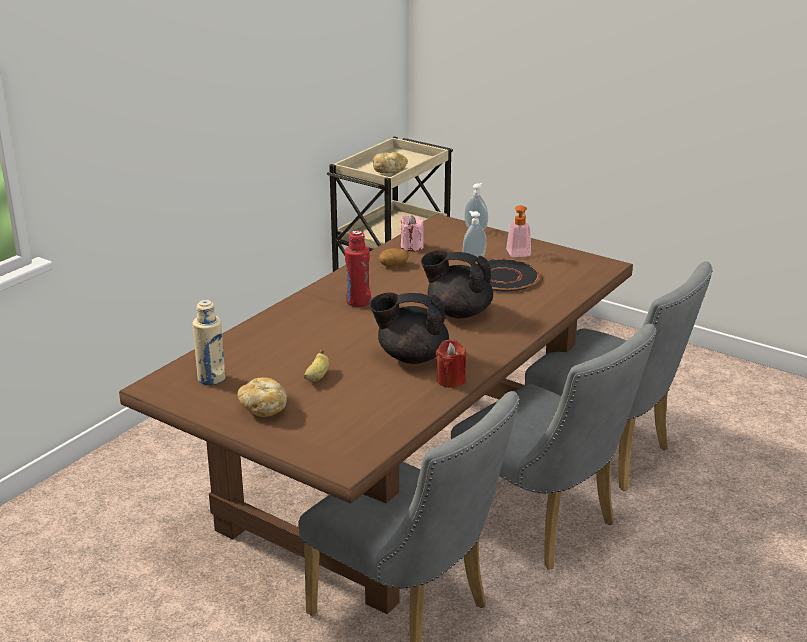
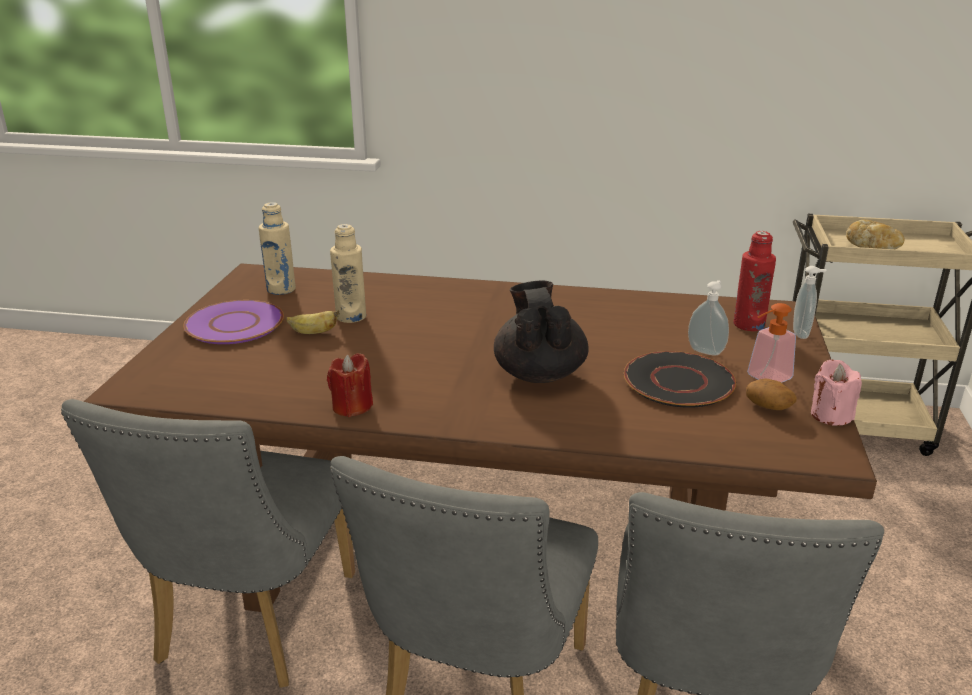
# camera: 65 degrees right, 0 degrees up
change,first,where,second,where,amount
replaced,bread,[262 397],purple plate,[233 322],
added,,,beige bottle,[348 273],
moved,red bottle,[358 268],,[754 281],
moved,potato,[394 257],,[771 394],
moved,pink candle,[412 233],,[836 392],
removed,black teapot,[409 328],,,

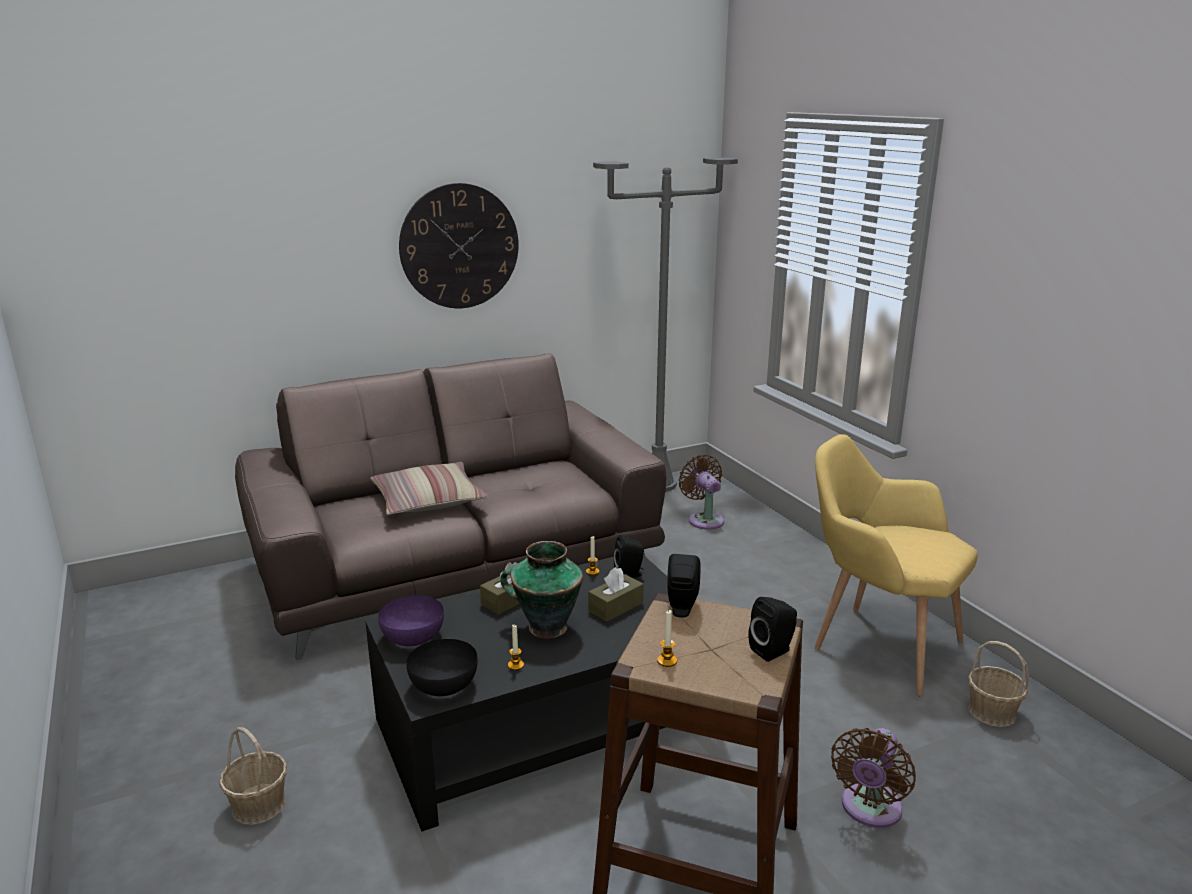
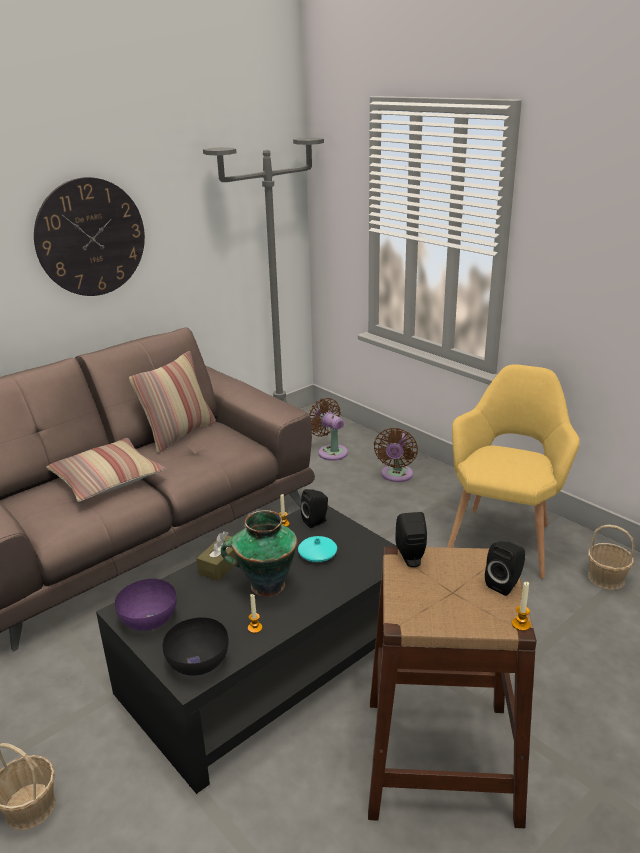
# camera: 15 degrees left, 5 degrees up
change,first,where,second,where,amount
added,,,pillow,[172 402],
replaced,brown tissue box,[616 594],turquoise vase,[317 549],
moved,brown fan,[873 778],,[396 455],
turned,yellow armchair,[896 565],,[513 471],90 degrees clockwise
moved,candle,[667 638],,[521 606],

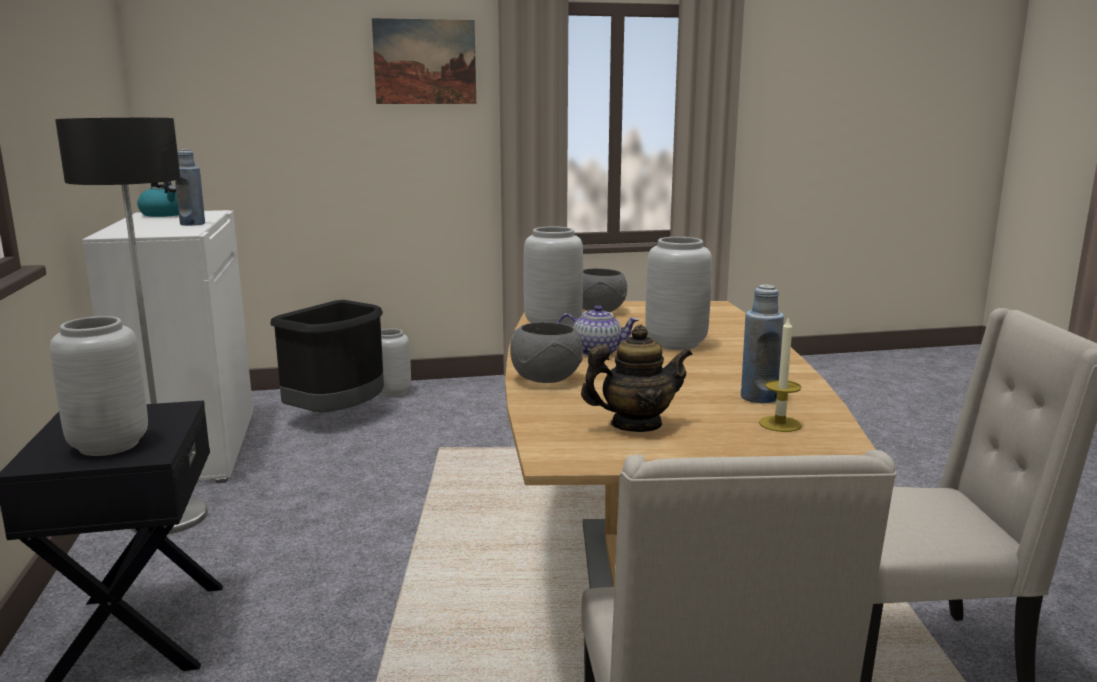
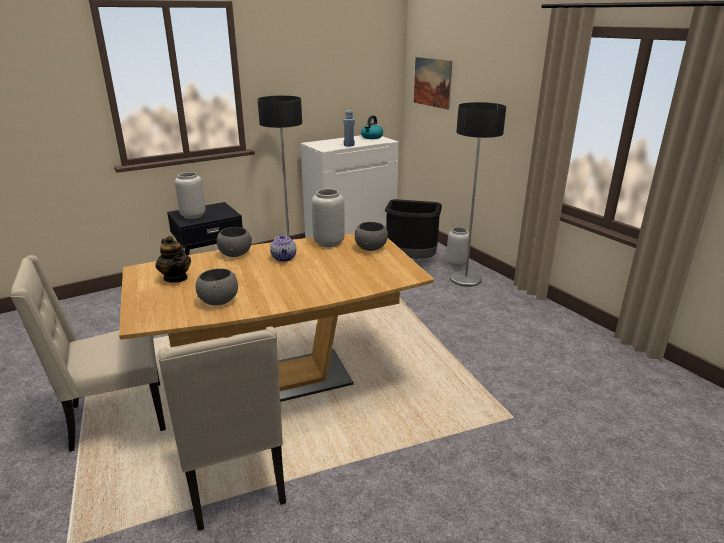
# camera: 70 degrees right, 10 degrees up
change,first,where,second,where,amount
replaced,blue bottle,[762 344],grey bowl,[216 286],
moved,picture,[424 61],,[433 83],
added,,,floor lamp,[478 194],
removed,grey vase,[678 293],,,
removed,candle,[780 374],,,

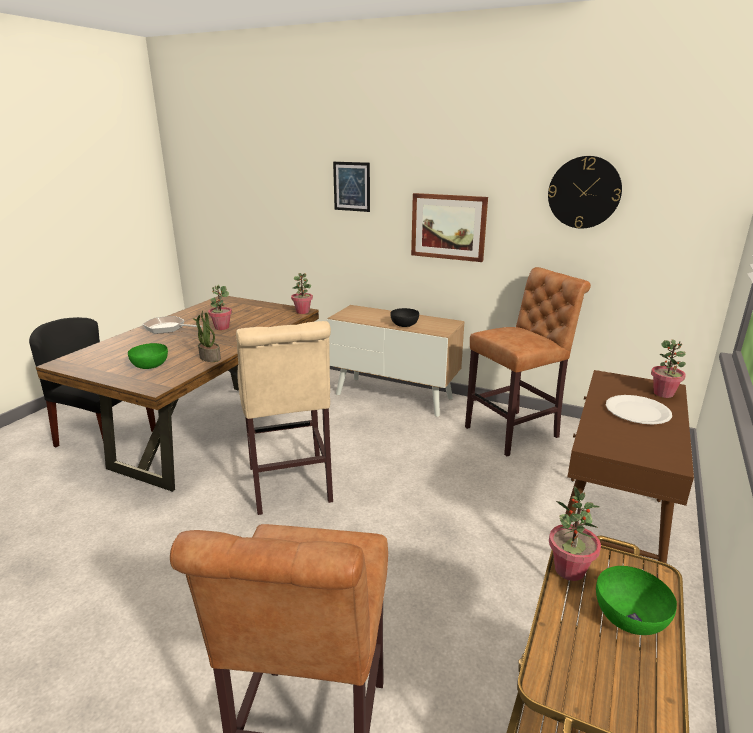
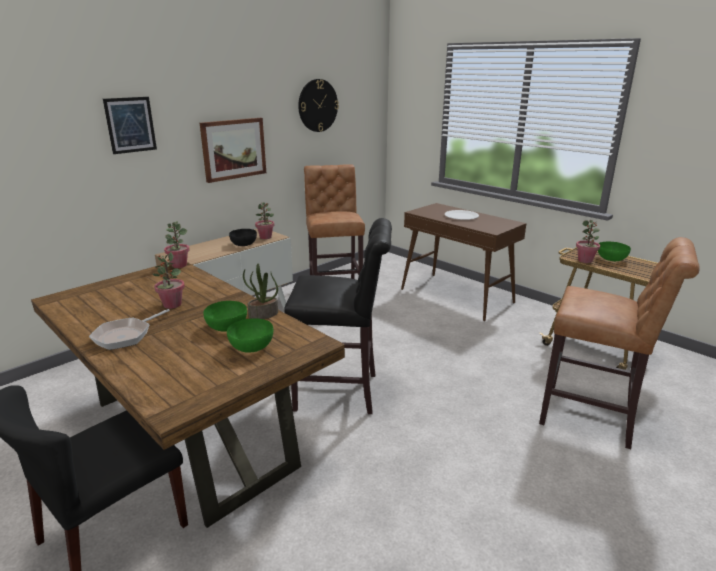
# camera: 70 degrees left, 0 degrees up
change,first,where,second,where,amount
added,,,green bowl,[225 316],
moved,potted plant,[668 368],,[264 220],
recoloured,beige stool,[284 418],black stool,[338 316],

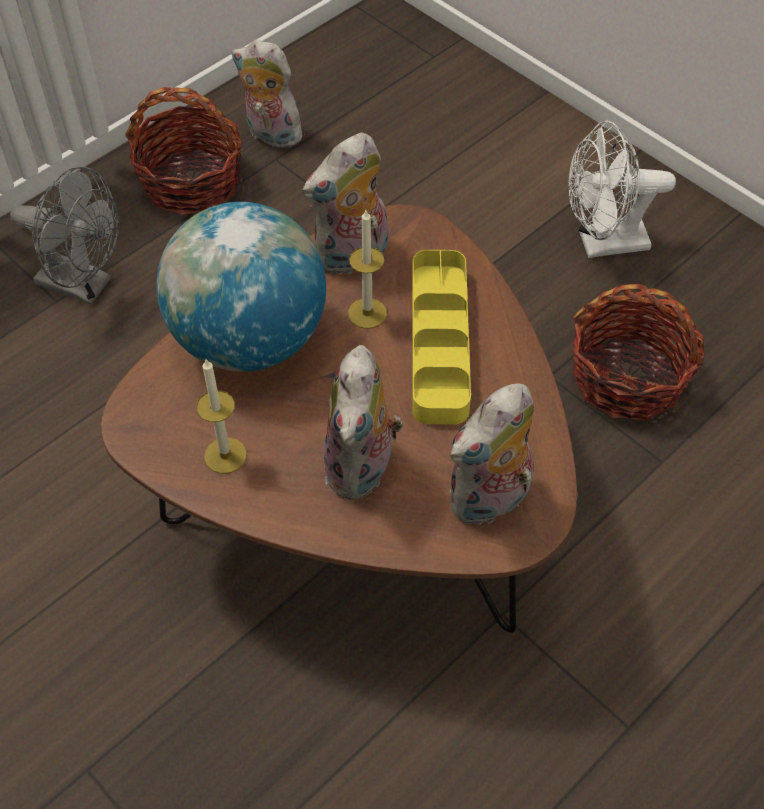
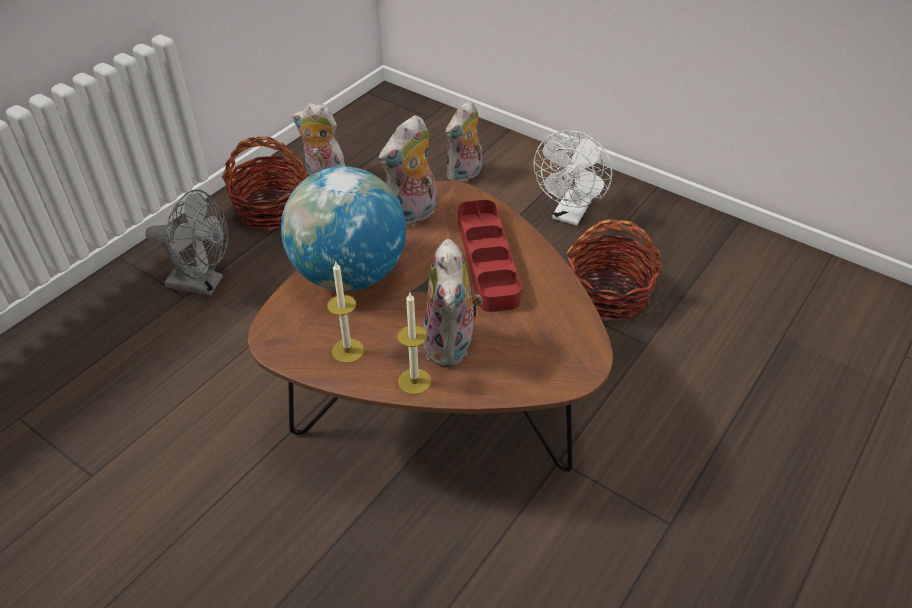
# camera: 10 degrees left, 10 degrees down
change,first,where,second,where,amount
moved,candle,[367 269],,[414 344],
moved,plush toy,[491 454],,[463 141],
recoloured,yellow tray,[441 337],red tray,[490 256],
turned,white fan,[622 189],,[573 178],45 degrees counterclockwise

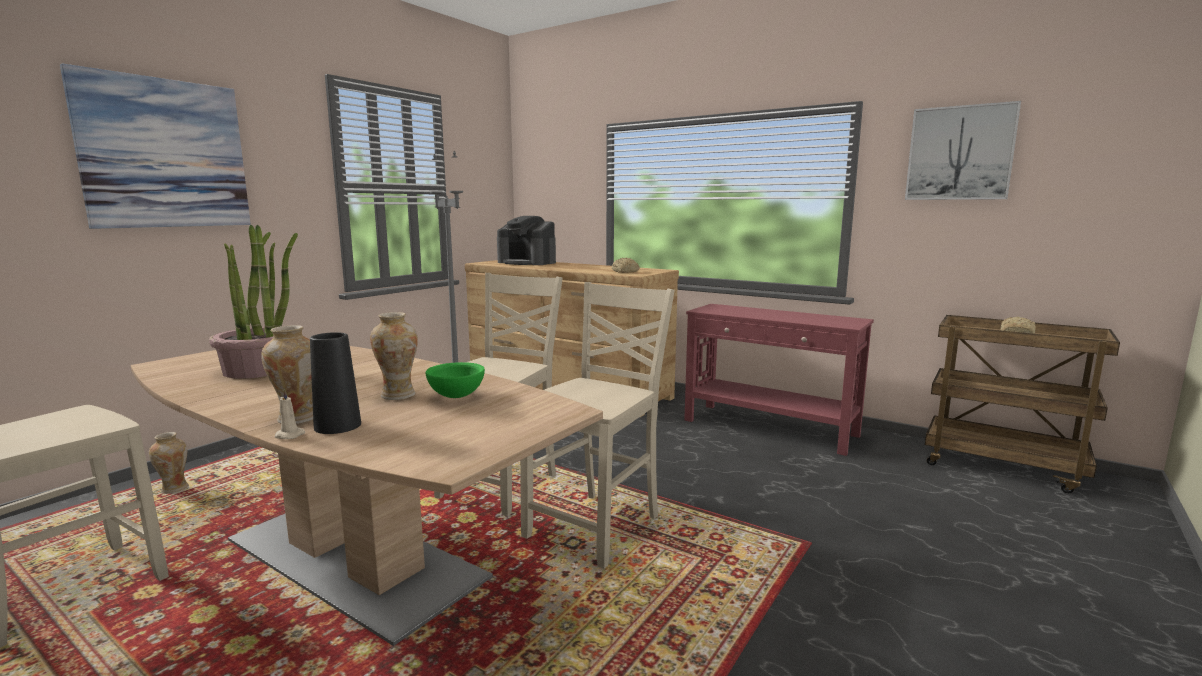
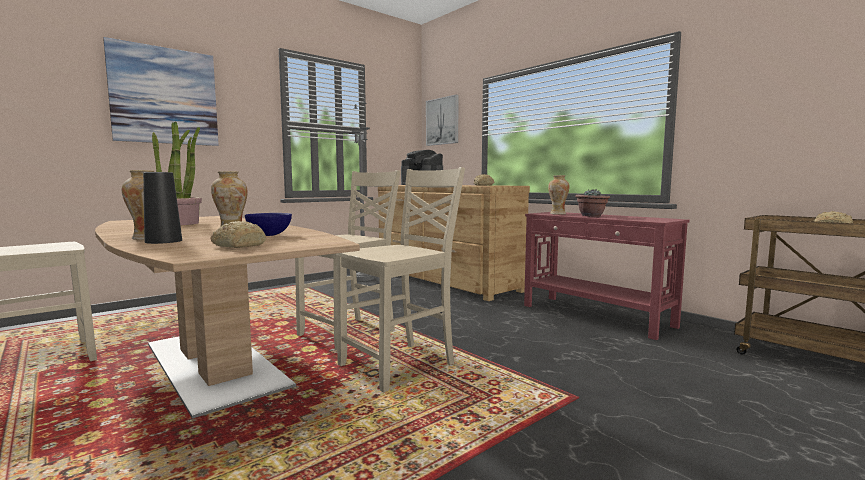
# camera: 15 degrees right, 5 degrees down
change,first,where,second,where,amount
added,,,bread,[238 234],
recoloured,green bowl,[455 380],blue bowl,[268 224],
moved,picture,[963 150],,[442 120],
moved,vase,[169 463],,[559 195],
added,,,potted plant,[592 203],
removed,beige candle,[290 413],,,

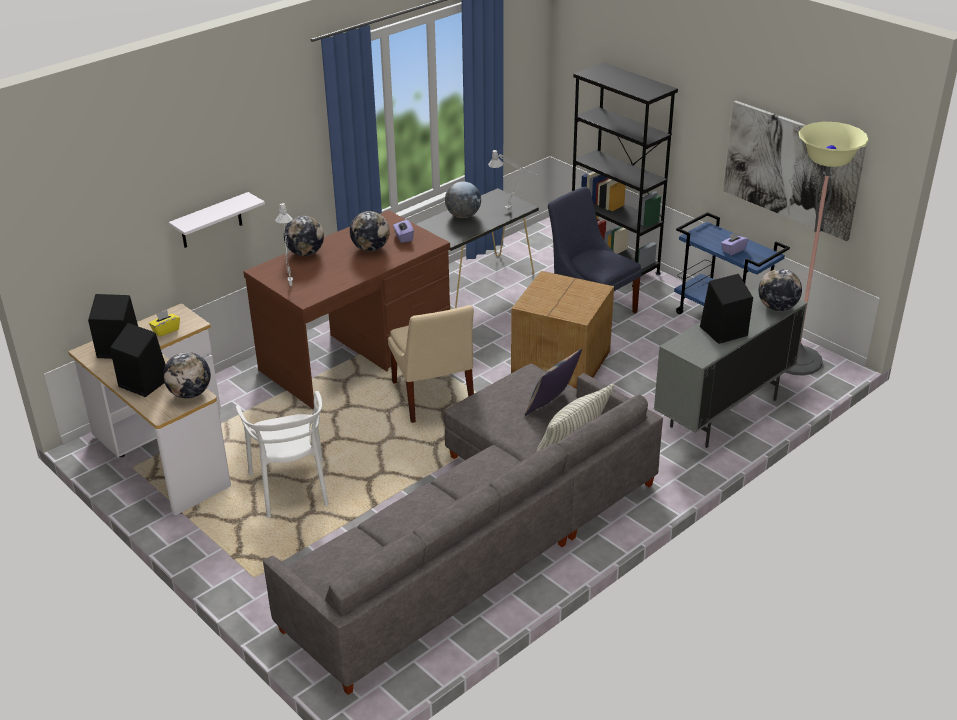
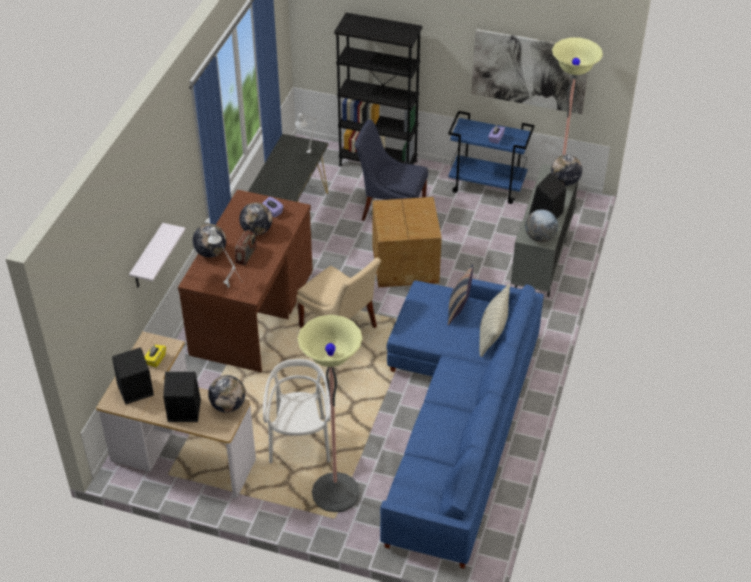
# camera: 30 degrees left, 10 degrees up
change,first,where,second,where,amount
added,,,radio,[246 247],
turned,white chair,[282 454],,[297 411],135 degrees counterclockwise
added,,,floor lamp,[330 413],
recoloured,grey sofa,[463 529],blue sofa,[462 424],
moved,globe,[463 200],,[541 225],

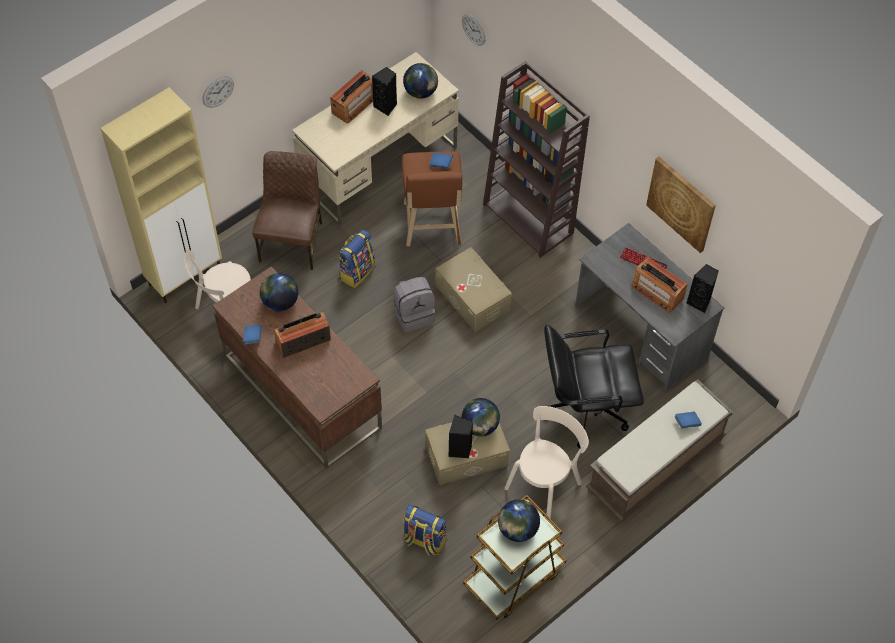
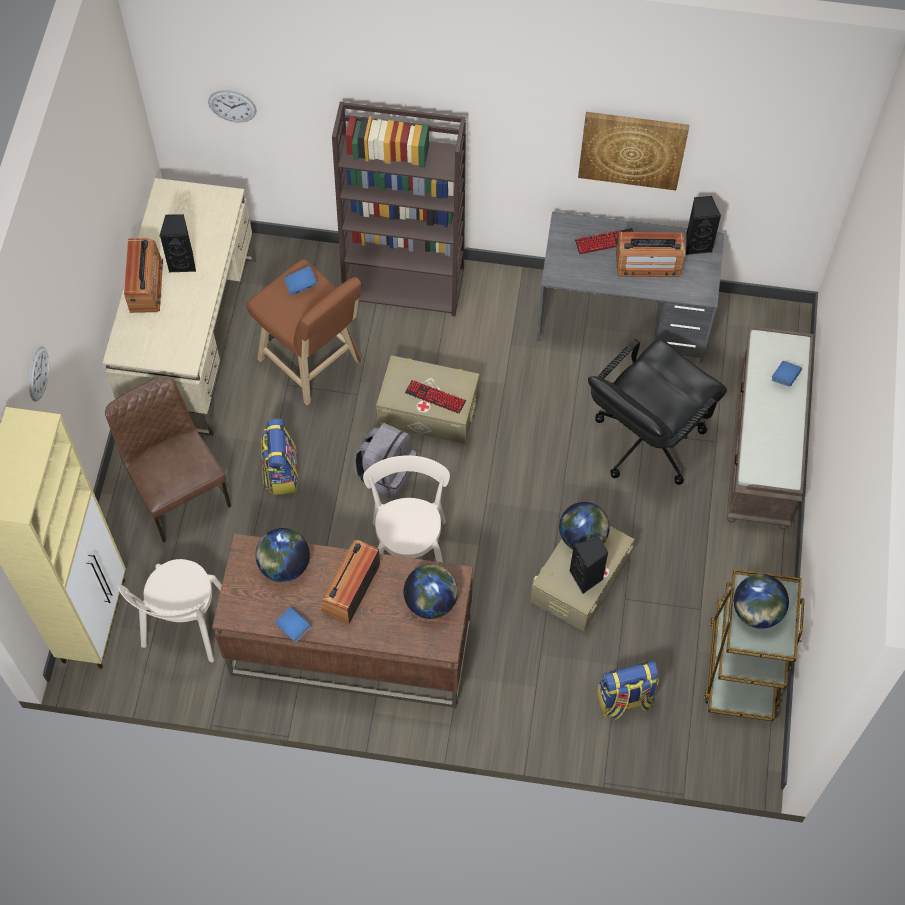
# camera: 40 degrees left, 5 degrees up
change,first,where,second,where,amount
moved,beige chair,[547 463],,[406 508],
moved,globe,[420 81],,[430 591],
added,,,keyboard,[435 397],

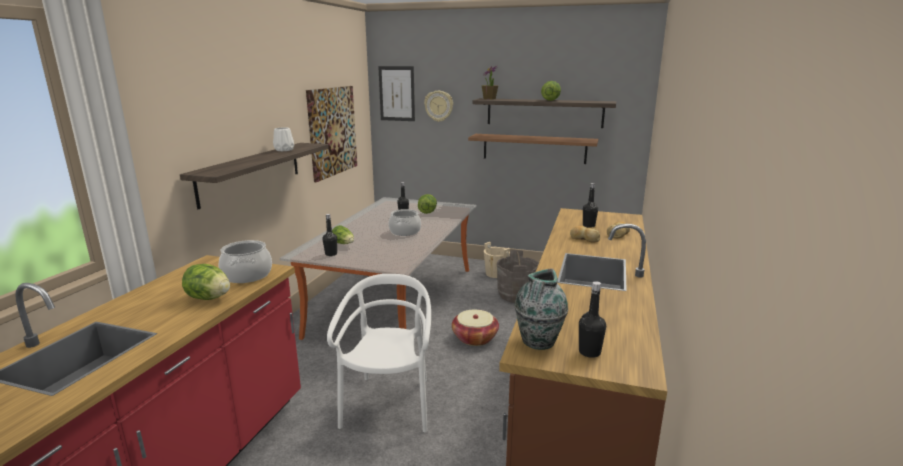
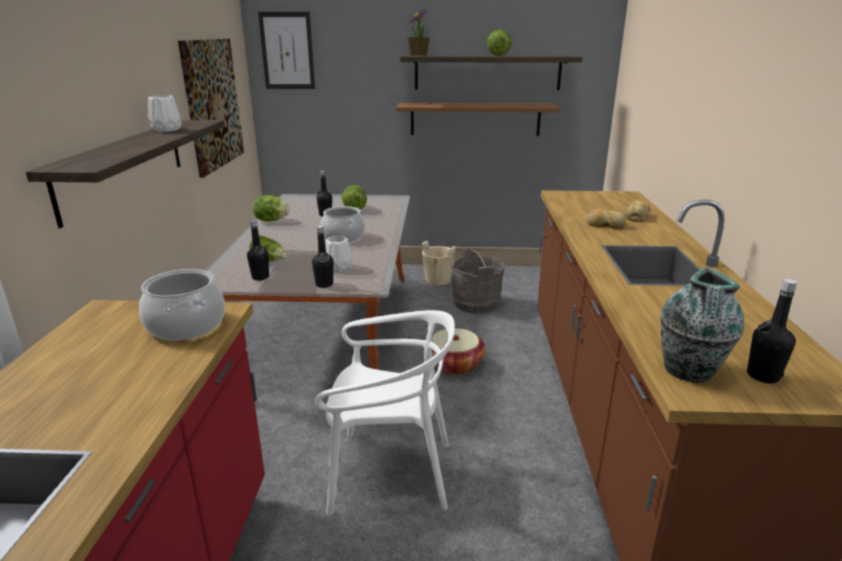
# camera: 15 degrees left, 5 degrees up
change,first,where,second,where,amount
moved,lettuce,[206 282],,[271 208],
moved,black bottle,[590 205],,[323 257],
turned,white chair,[379 353],,[385 412],105 degrees clockwise
added,,,white vase,[339 254],
removed,wall clock,[438 106],,,

